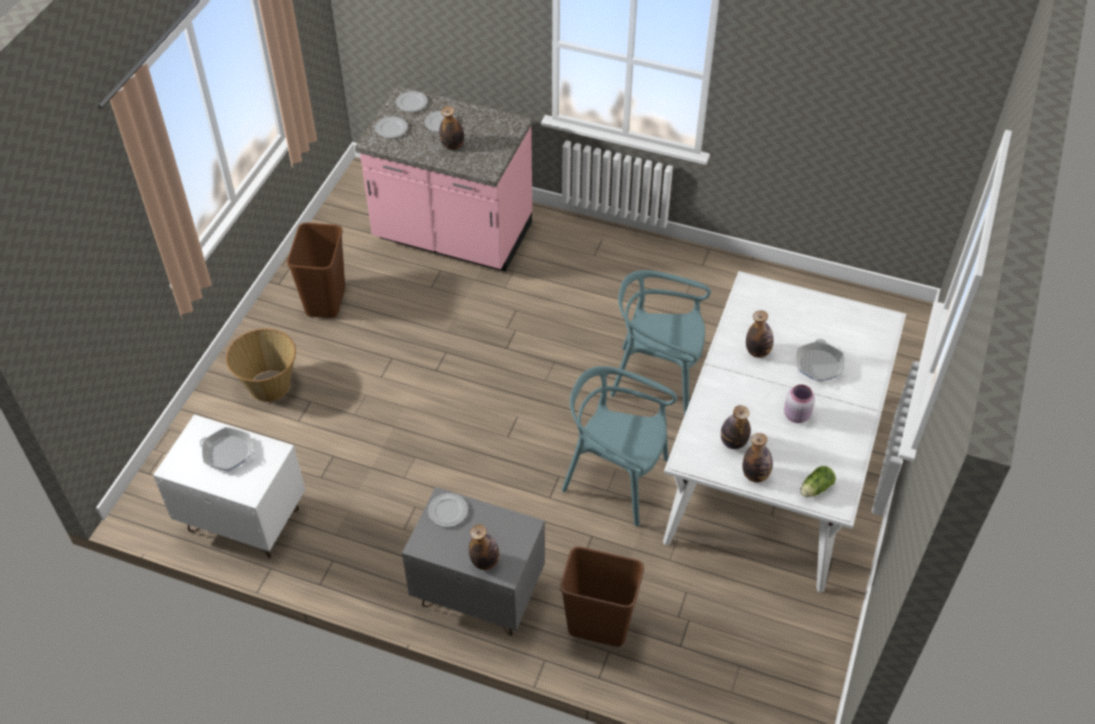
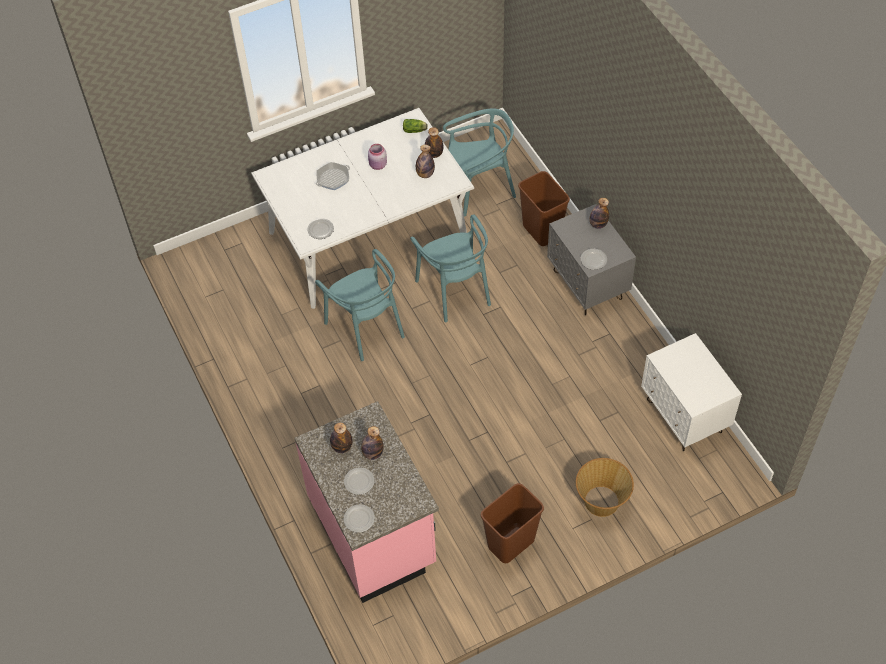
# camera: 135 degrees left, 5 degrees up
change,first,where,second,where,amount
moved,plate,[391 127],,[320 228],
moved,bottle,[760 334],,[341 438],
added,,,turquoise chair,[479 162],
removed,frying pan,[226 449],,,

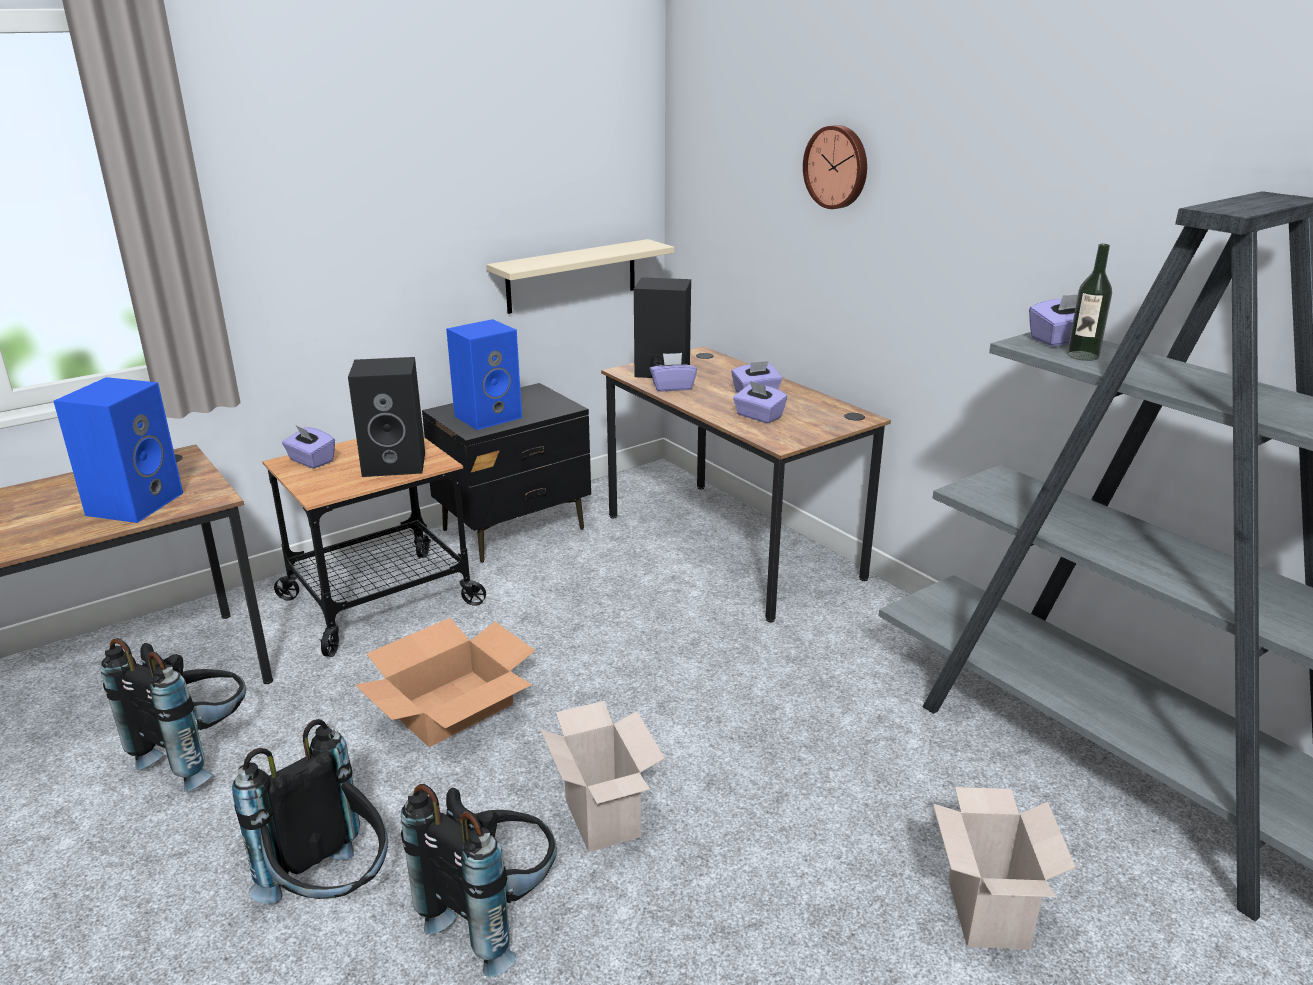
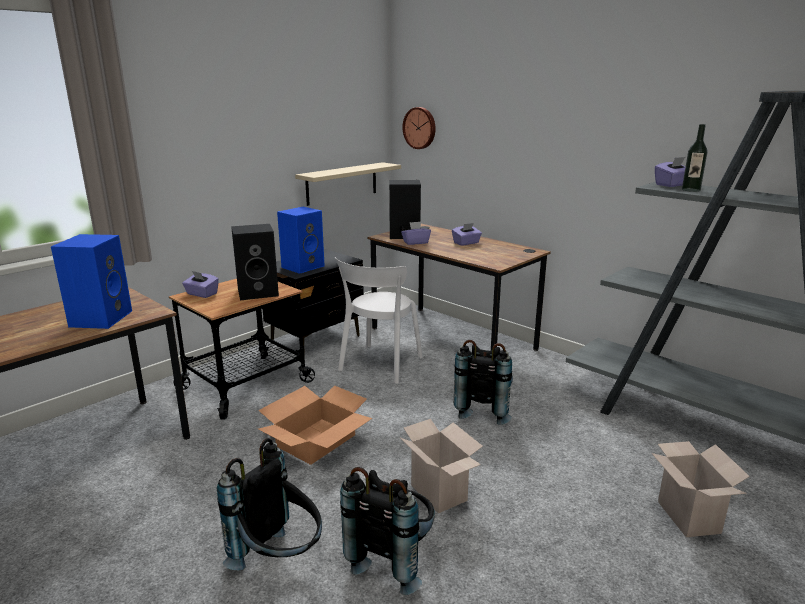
# camera: 10 degrees left, 5 degrees down
change,first,where,second,where,amount
added,,,white chair,[379 320],
moved,wall clock,[835 167],,[419 128],
moved,black backpack,[173 714],,[483 382],
removed,purple tissue box,[760 402],,,

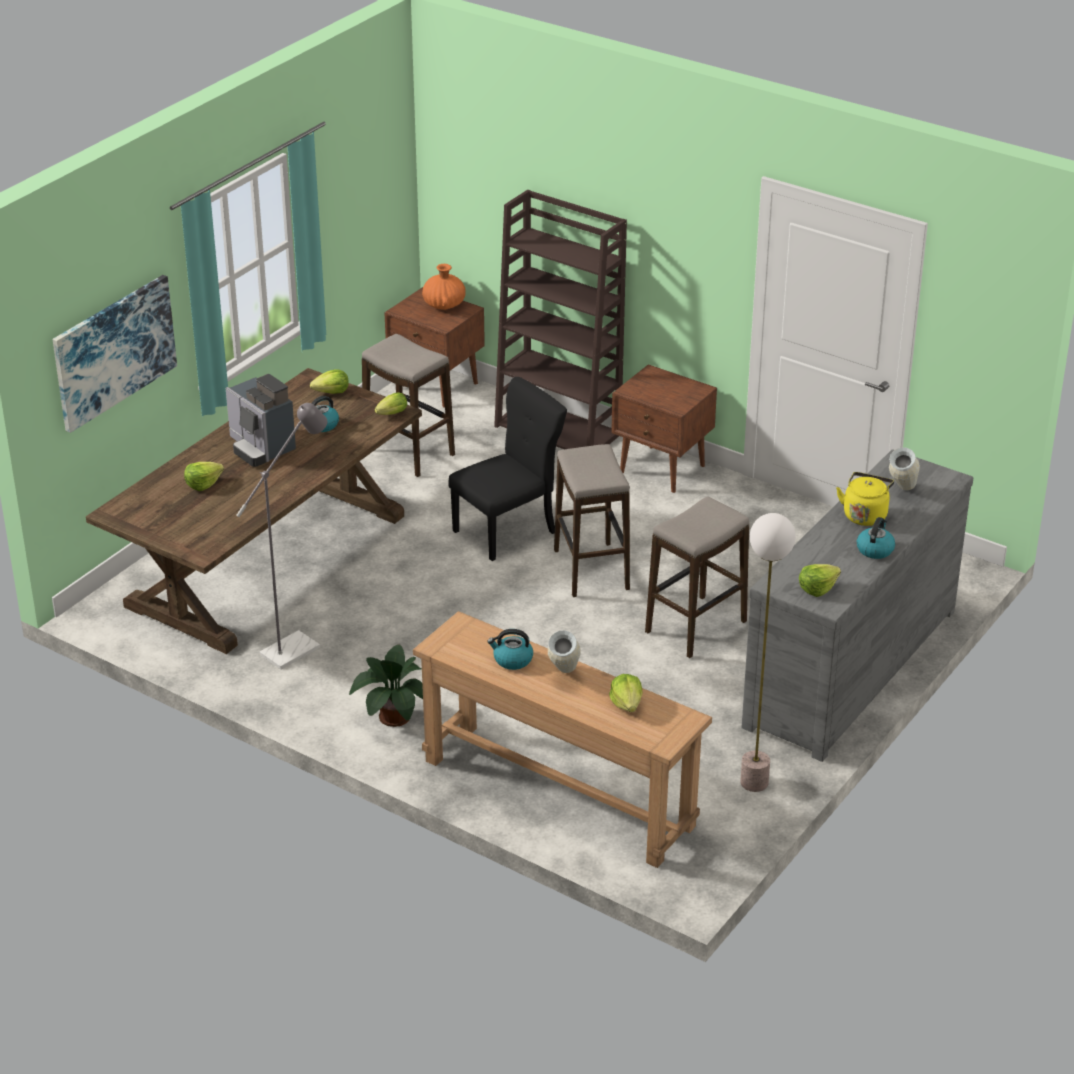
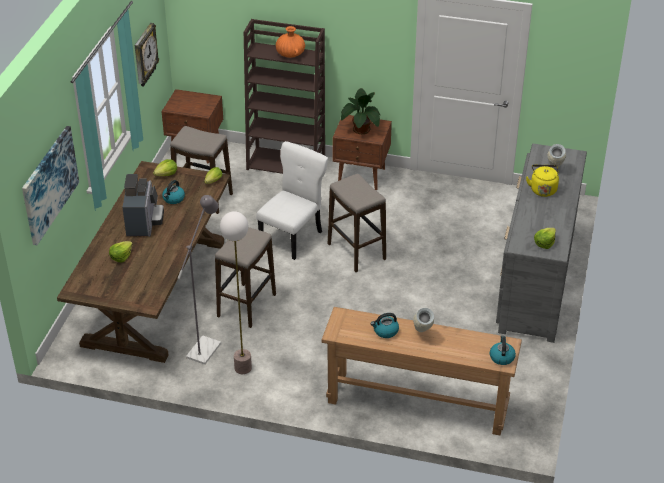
# camera: 20 degrees left, 5 degrees up
change,first,where,second,where,amount
turned,coffee machine,[261 420],,[143 205],120 degrees counterclockwise
added,,,wall clock,[147 54],
moved,stool,[697 577],,[245 277],
moved,floor lamp,[768 652],,[236 292],
recoloured,black chair,[508 469],white chair,[292 200],
moved,orange vase,[444 287],,[290 42],
moved,potted plant,[386 686],,[360 111],
moved,kettle,[876 538],,[503 350],
removed,lettuce,[625 693],,,

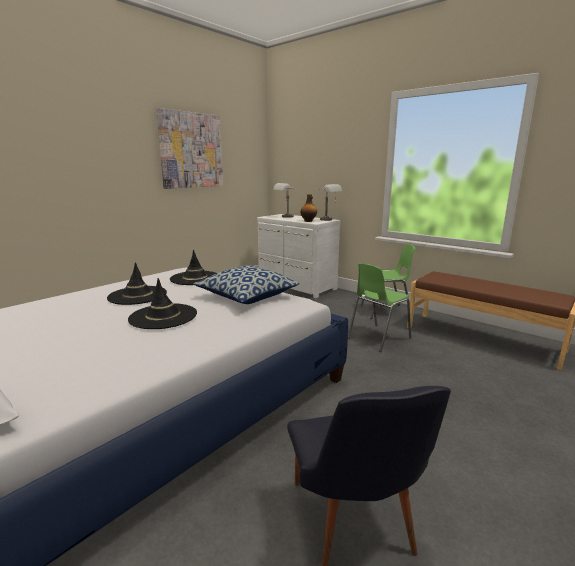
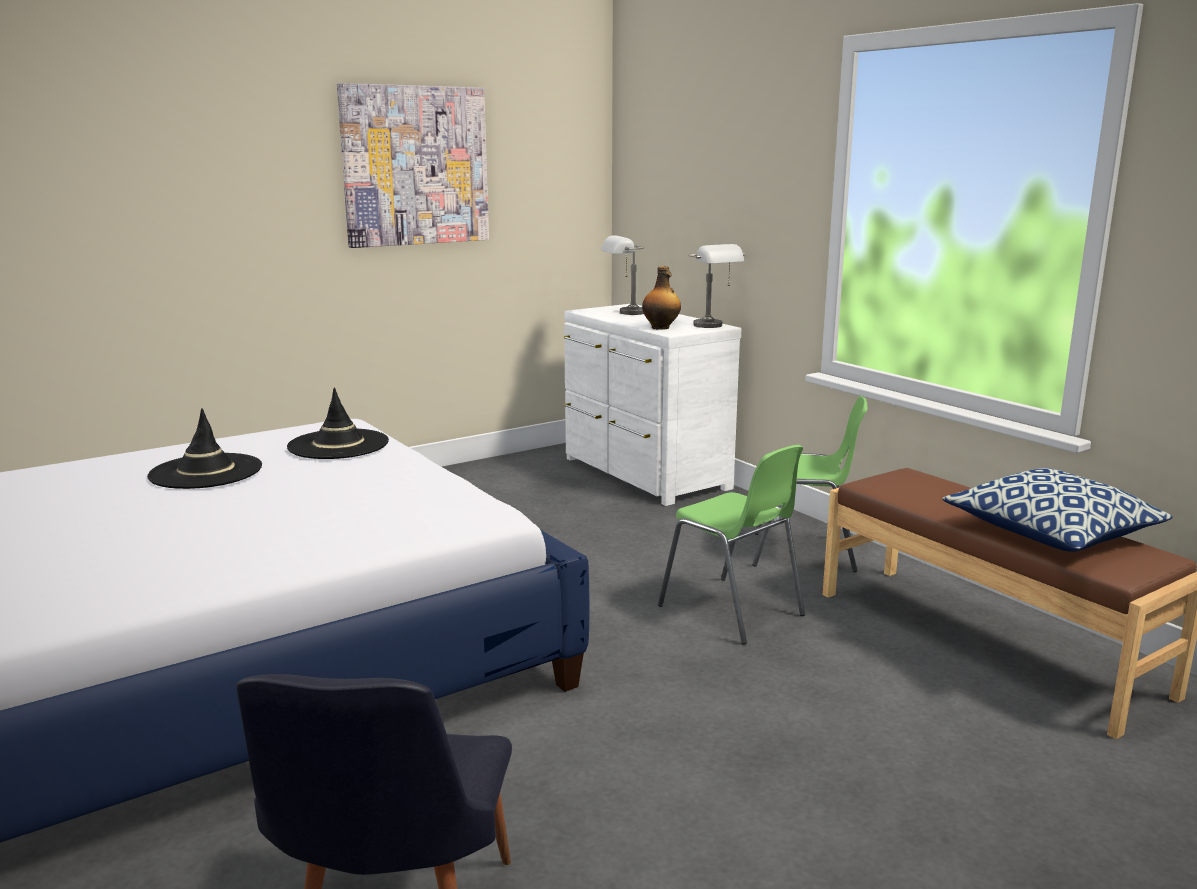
# camera: 15 degrees right, 0 degrees up
change,first,where,second,where,amount
turned,green chair,[379 307],,[731 545],105 degrees counterclockwise
moved,pillow,[246 284],,[1057 510],
removed,black hat,[162 303],,,

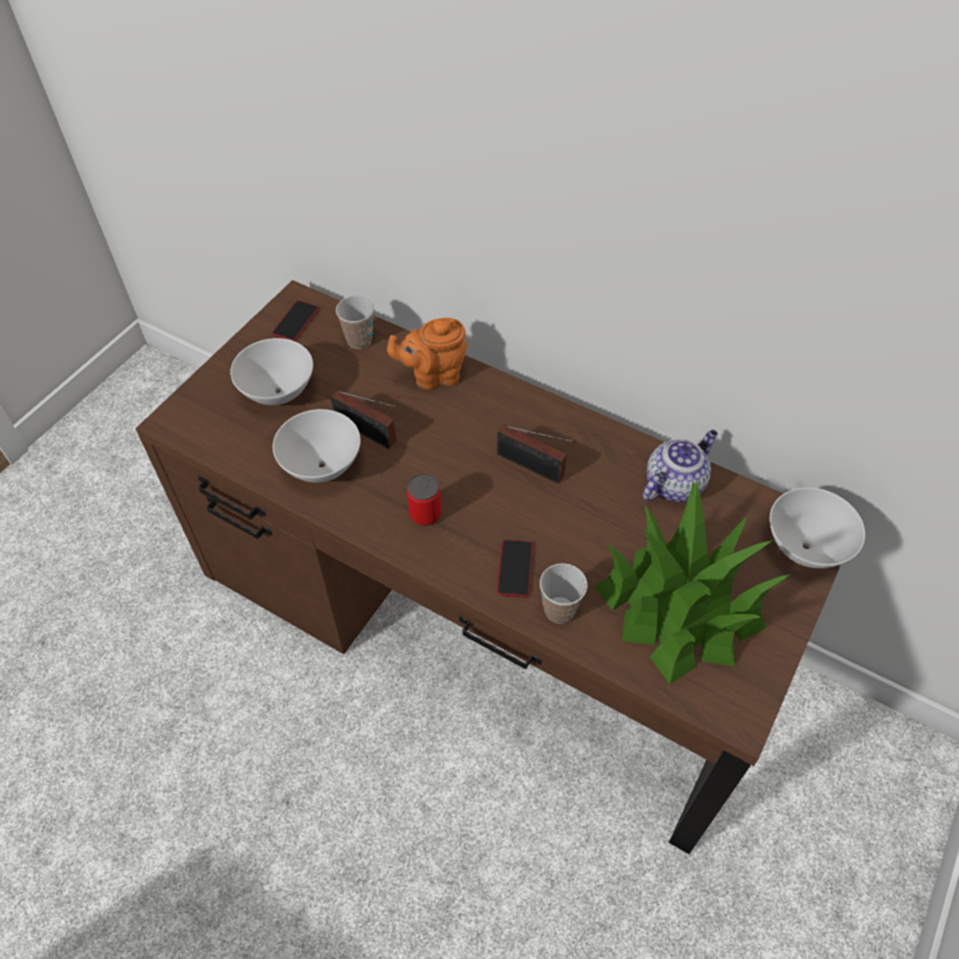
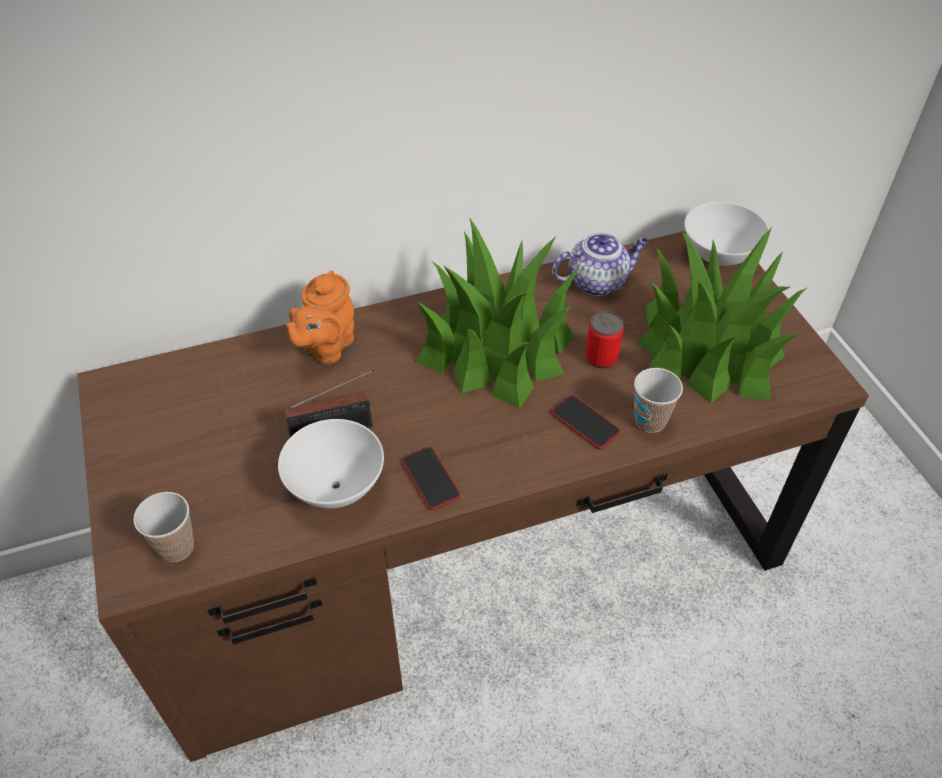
# camera: 50 degrees left, 5 degrees down
change,first,where,second,where,amount
moved,cup,[355 322],,[163 527],
moved,phone,[295 321],,[431 478],
replaced,radio,[536 454],potted plant,[497 313],
turned,teapot,[680 466],,[600 264],75 degrees clockwise
moved,can,[424 499],,[604 339],
removed,white bowl,[271 371],,,

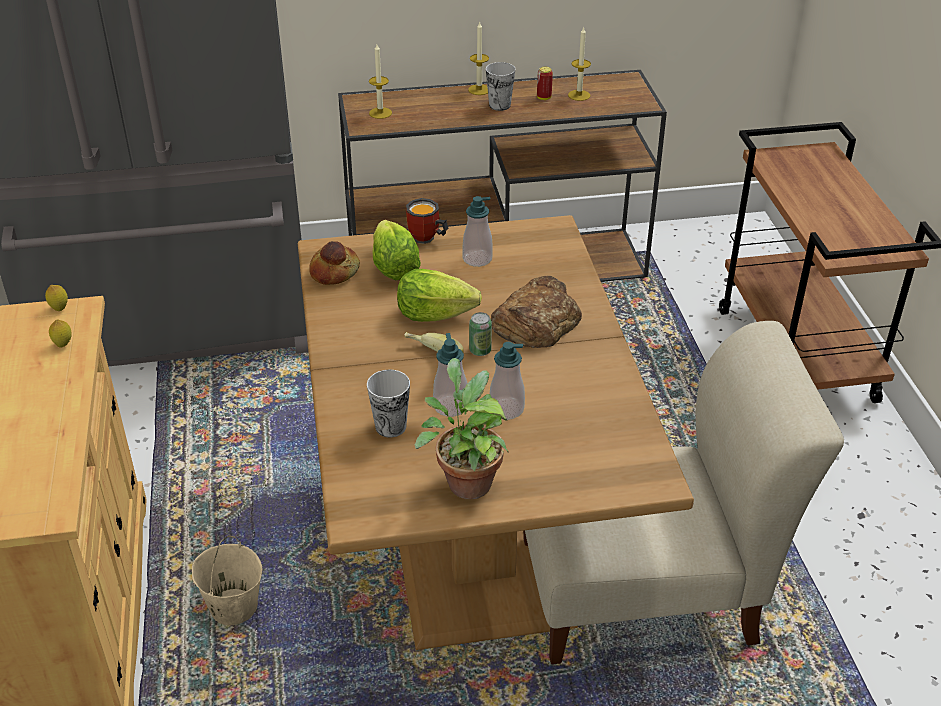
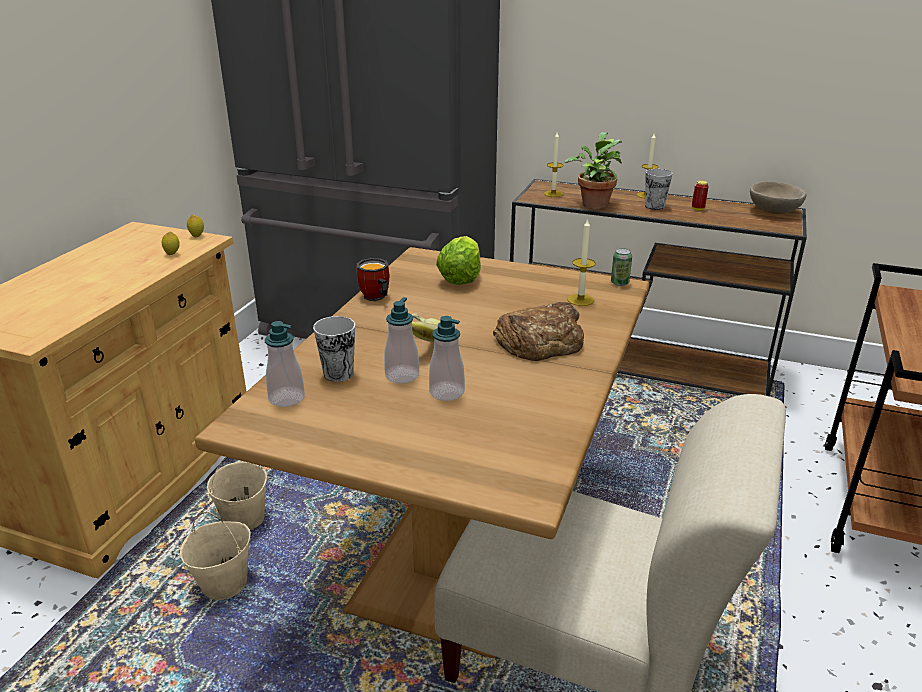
# camera: 30 degrees right, 10 degrees down
change,first,where,second,where,amount
added,,,beige bucket,[215 556],
moved,soap dispenser,[477 231],,[285 364],
moved,mug,[427 221],,[373 279],
moved,potted plant,[462 428],,[593 170],
moved,candle,[579 63],,[581 262],
moved,can,[480 334],,[621 267],
added,,,beige bowl,[778 197],
removed,bread,[334 263],,,
removed,lettuce,[439 295],,,

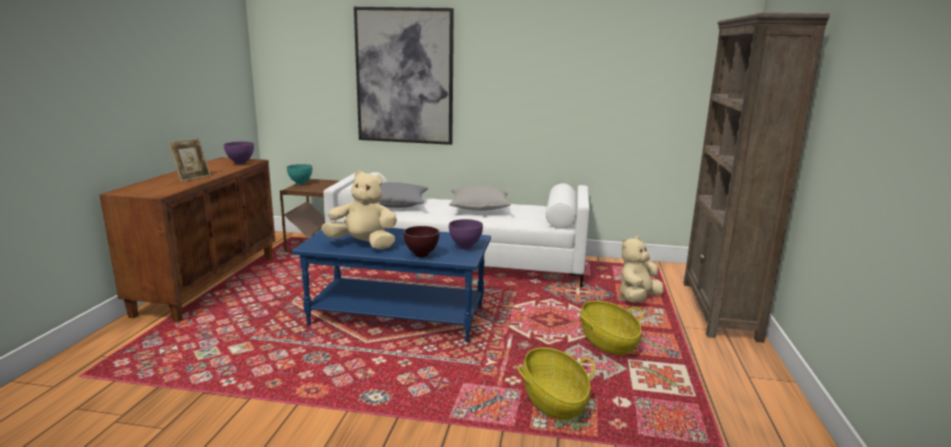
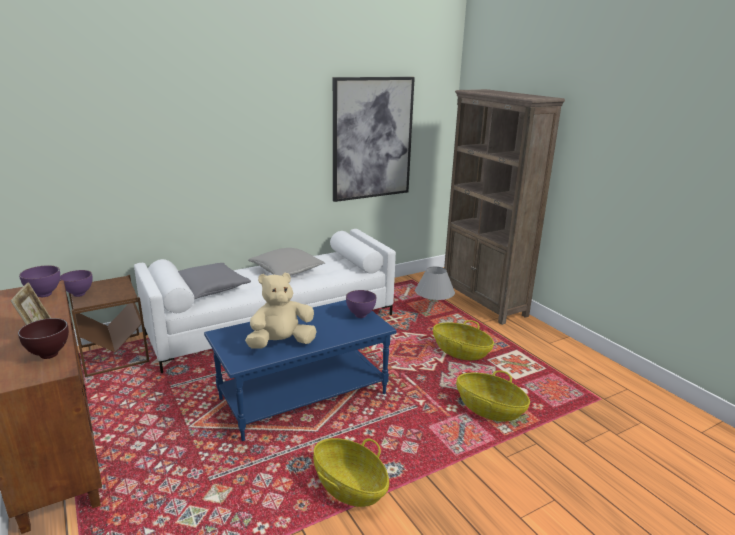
# camera: 40 degrees left, 5 degrees up
change,first,where,second,where,amount
moved,brown bowl,[421 242],,[43 338],
recoloured,turquoise bowl,[299 174],purple bowl,[76 283],
added,,,basket,[351 472],
moved,picture,[404 76],,[374 139],
replaced,beige plush toy,[641 269],grey table lamp,[435 288],

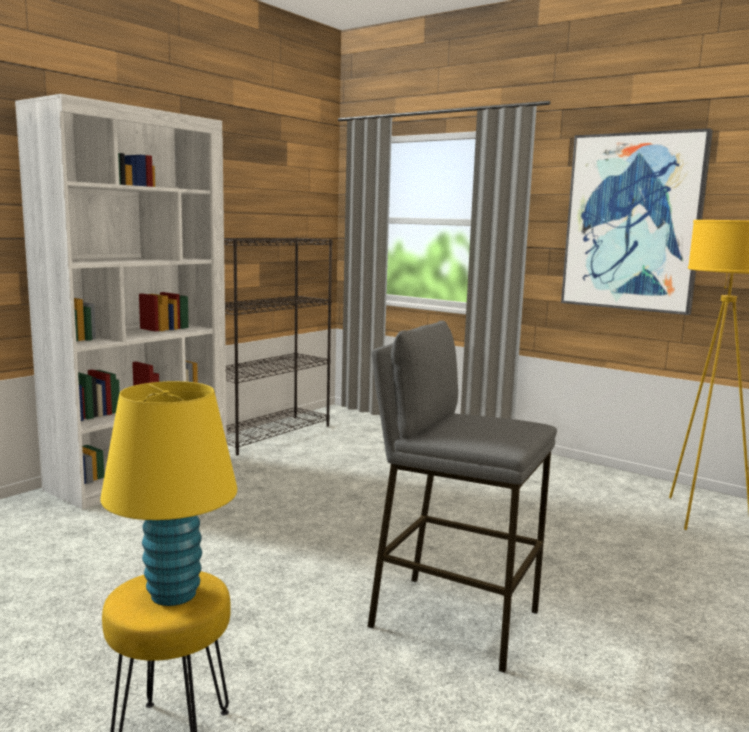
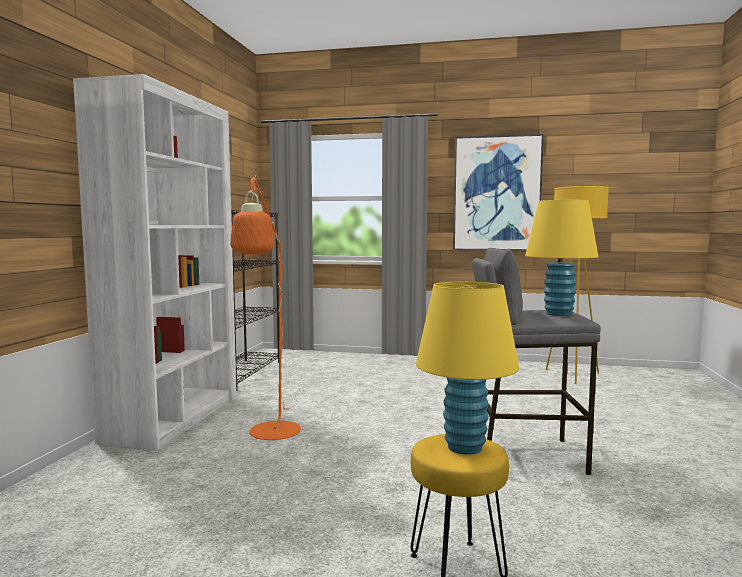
# camera: 25 degrees left, 5 degrees down
change,first,where,second,where,amount
added,,,orange floor lamp,[266 307],
added,,,yellow table lamp,[562 258],

